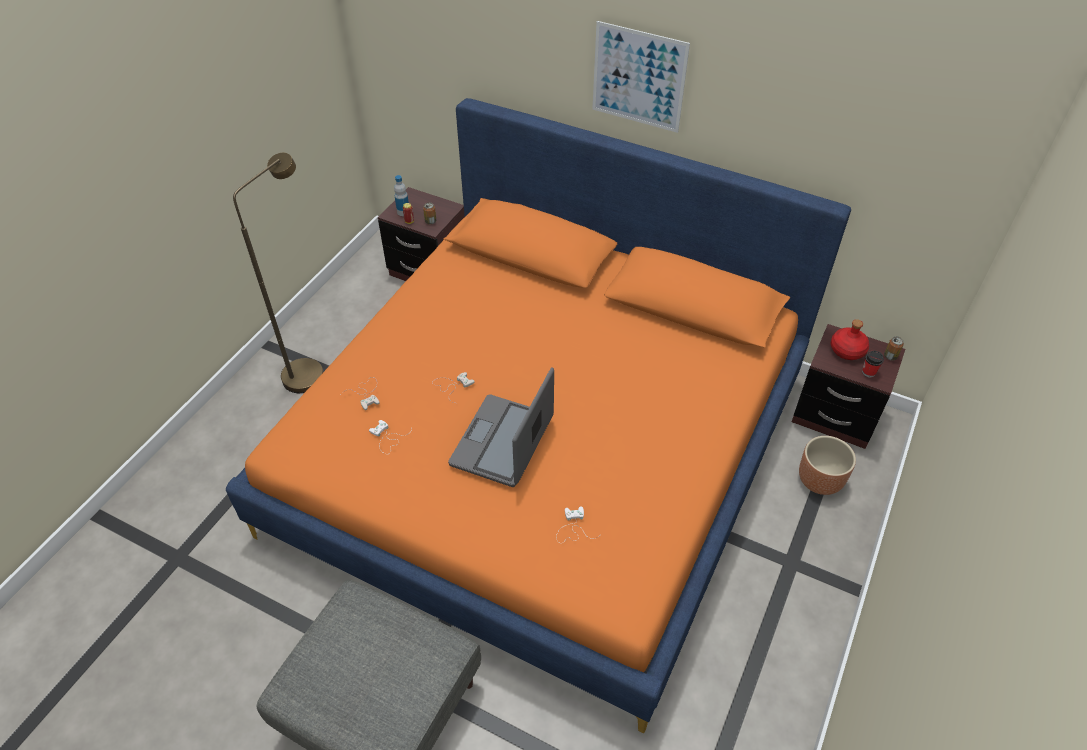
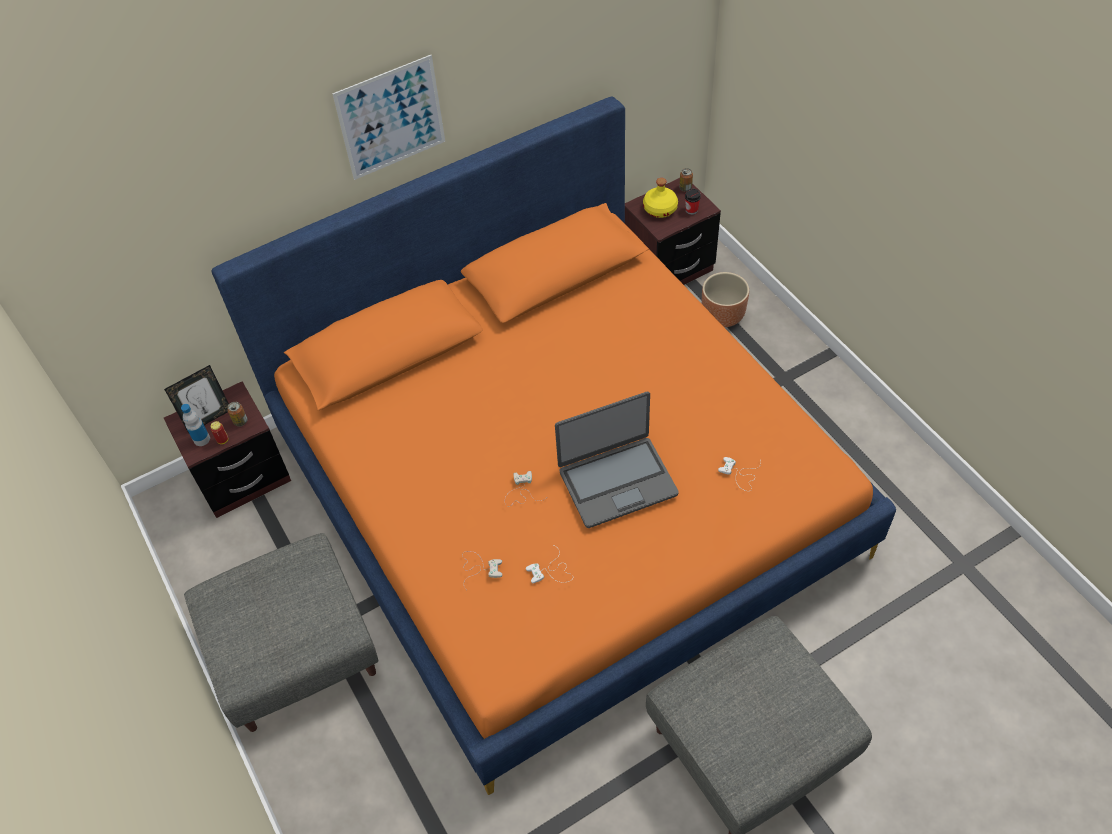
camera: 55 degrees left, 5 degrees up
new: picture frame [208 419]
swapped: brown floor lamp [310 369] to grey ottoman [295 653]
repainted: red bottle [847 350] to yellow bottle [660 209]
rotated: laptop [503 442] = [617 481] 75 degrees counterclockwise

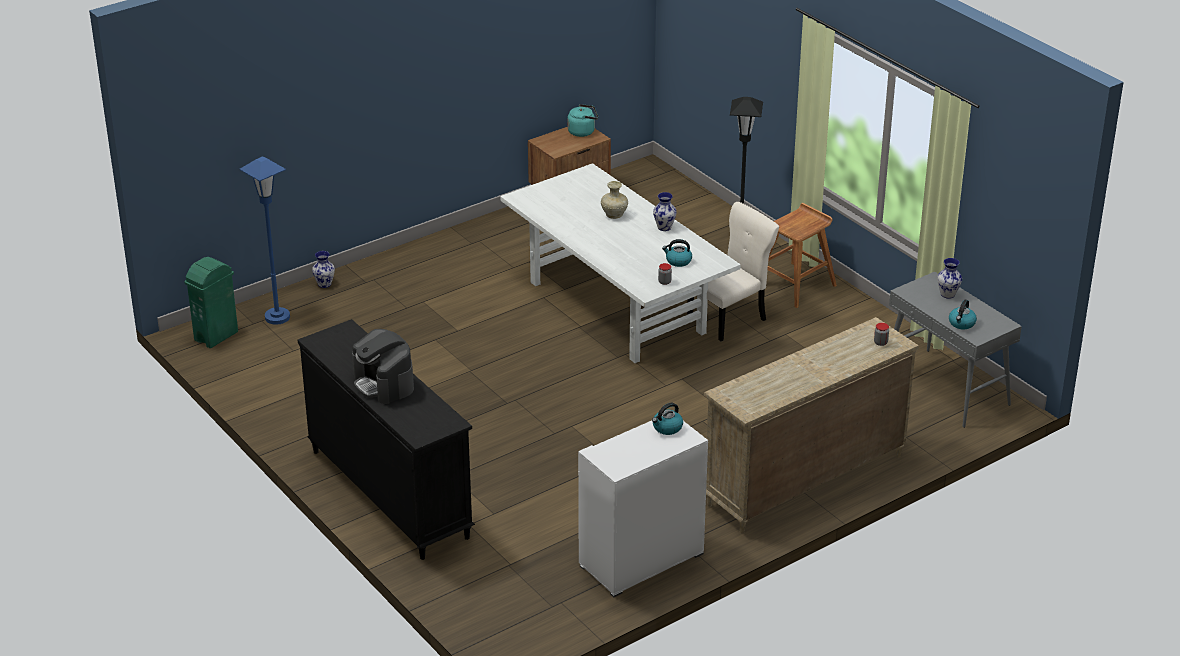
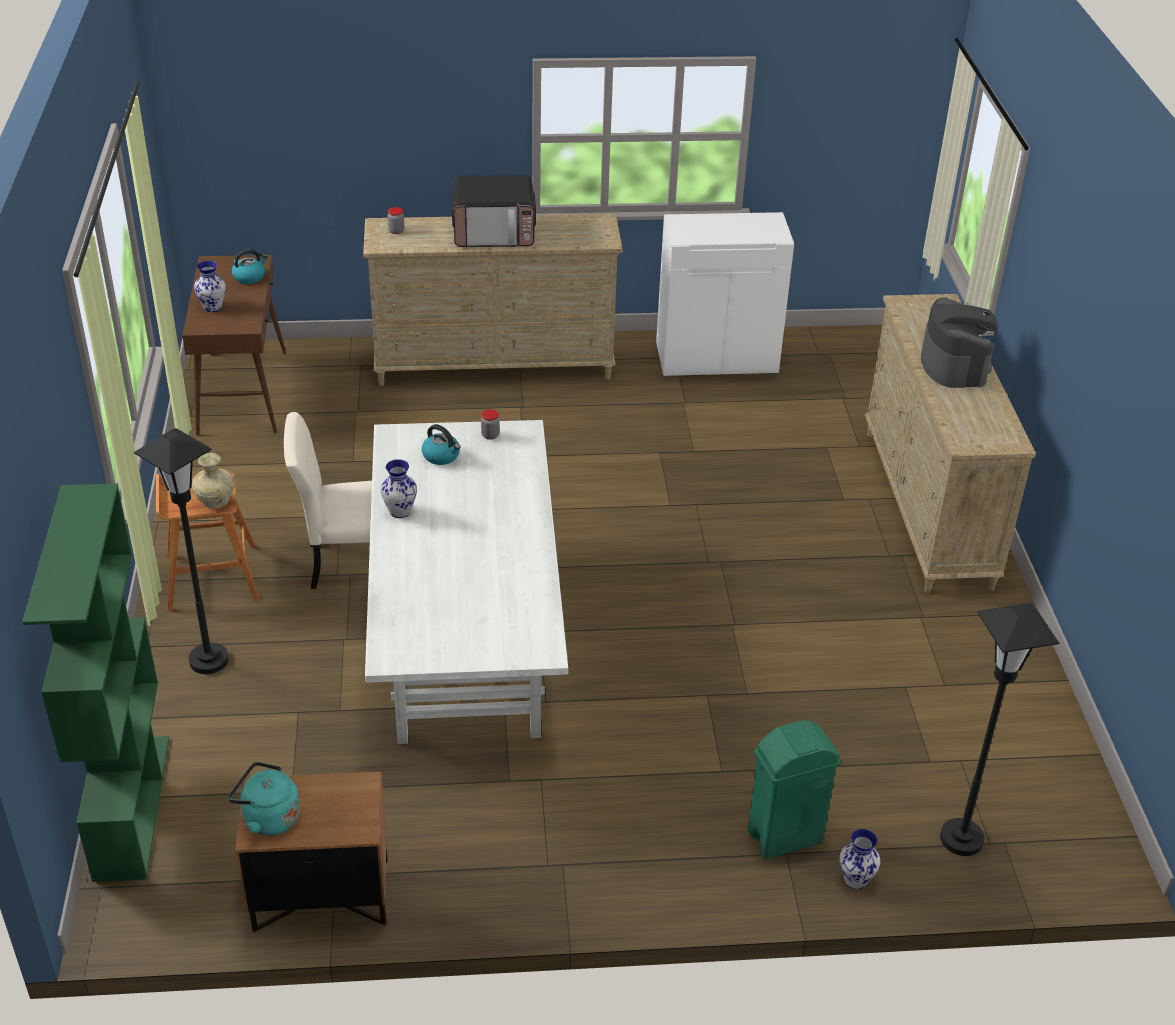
camera: 150 degrees left, 5 degrees up
gone: kettle [667 428]
new: green bookcase [131 806]; microwave [494 233]
shifted: beige vase [614 215] to [215 502]; green trash can [216 336] to [783 837]
repainted: grey console table [946 388] to brown console table [242 392]; black dresser [389 493] to beige dresser [927 508]; blue floor lamp [277 317] to black floor lamp [961 839]

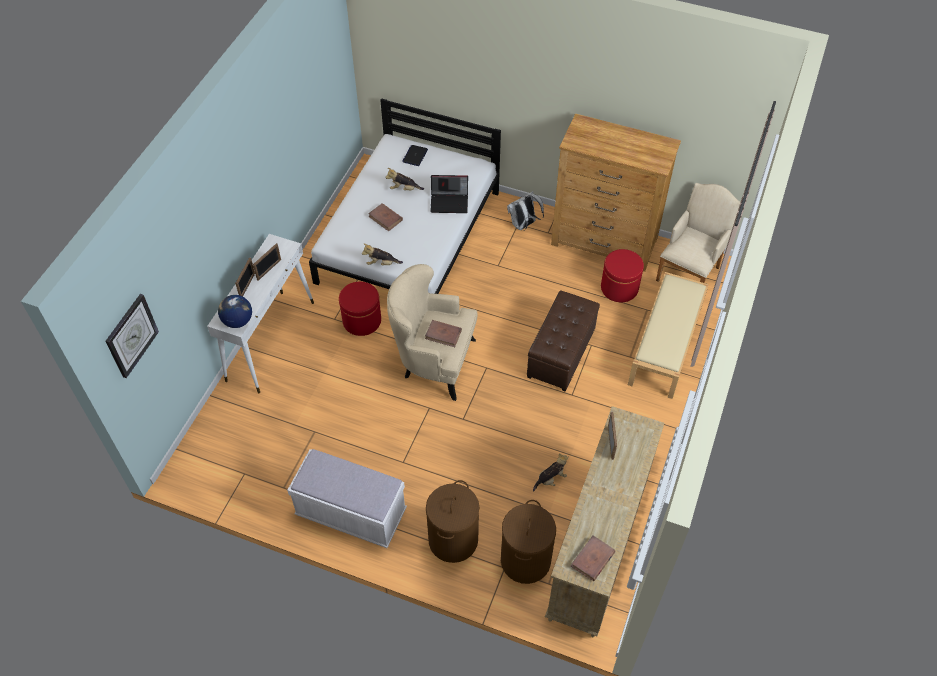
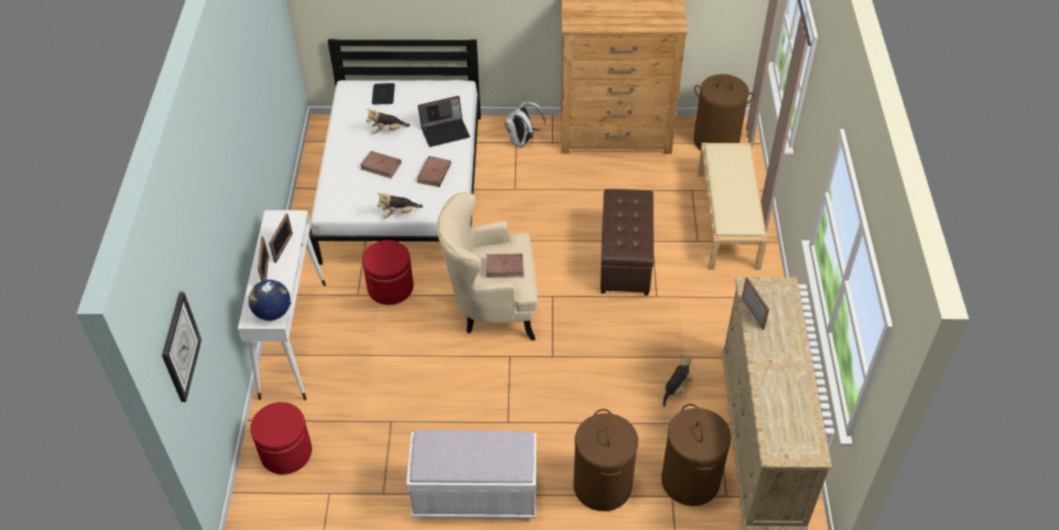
camera: 20 degrees left, 5 degrees down
shifted: red ottoman [619 288] to [286 452]; brown book [592 559] to [434 173]
swapped: beige armchair [690 271] to brown laundry basket [716 141]

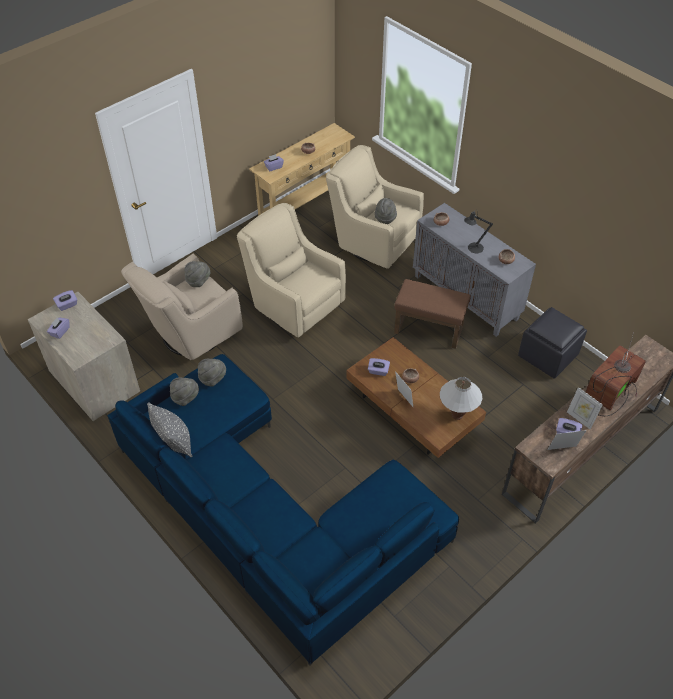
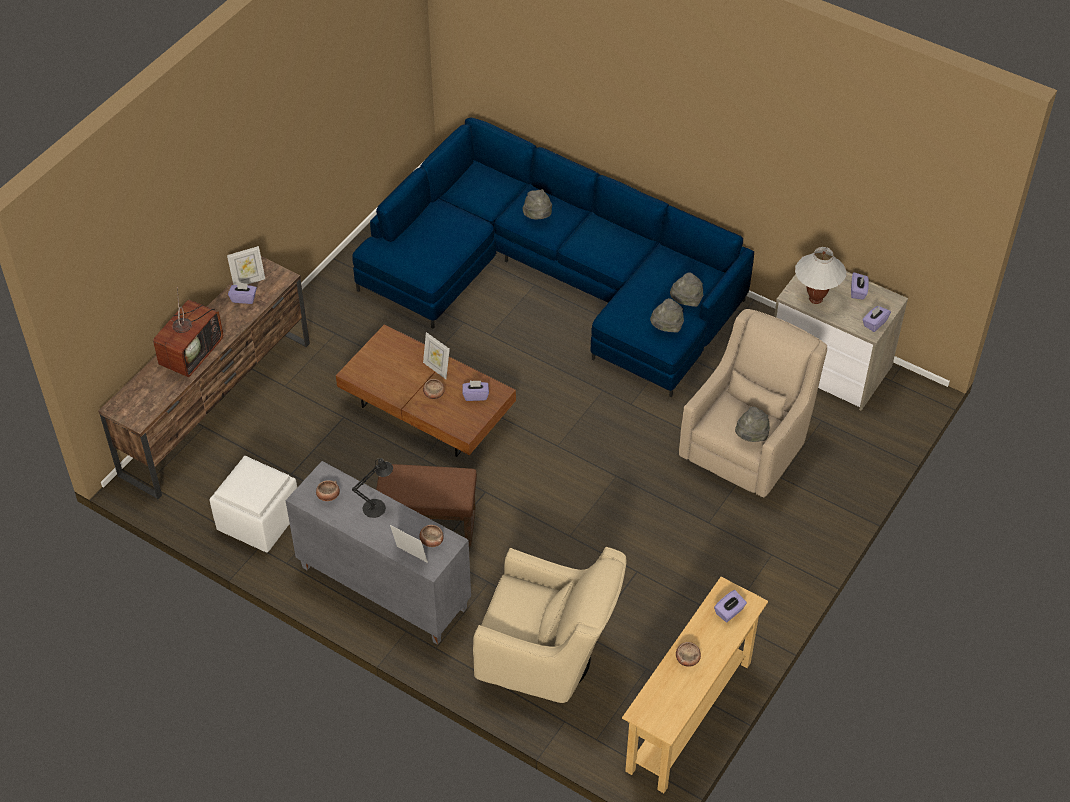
camera: 165 degrees right, 0 degrees up
gone: grey pillow [174 442]; beige armchair [293 304]
shifted: picture frame [580 419] to [410 557]; grey hat [385 218] to [538 217]; white table lamp [457 415] to [816 299]
repainted: black ottoman [547 355] to white ottoman [259 521]

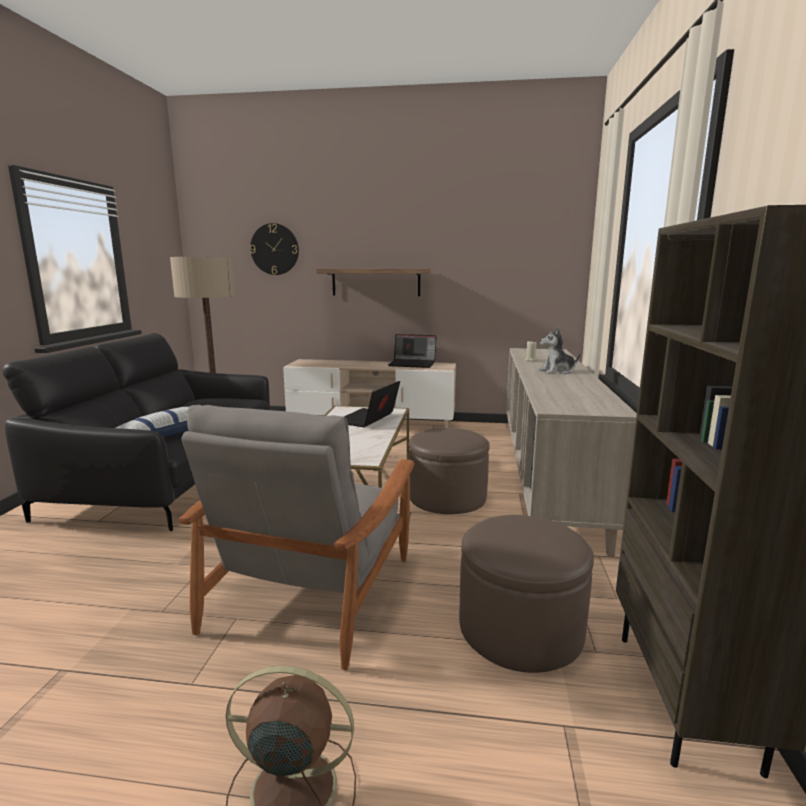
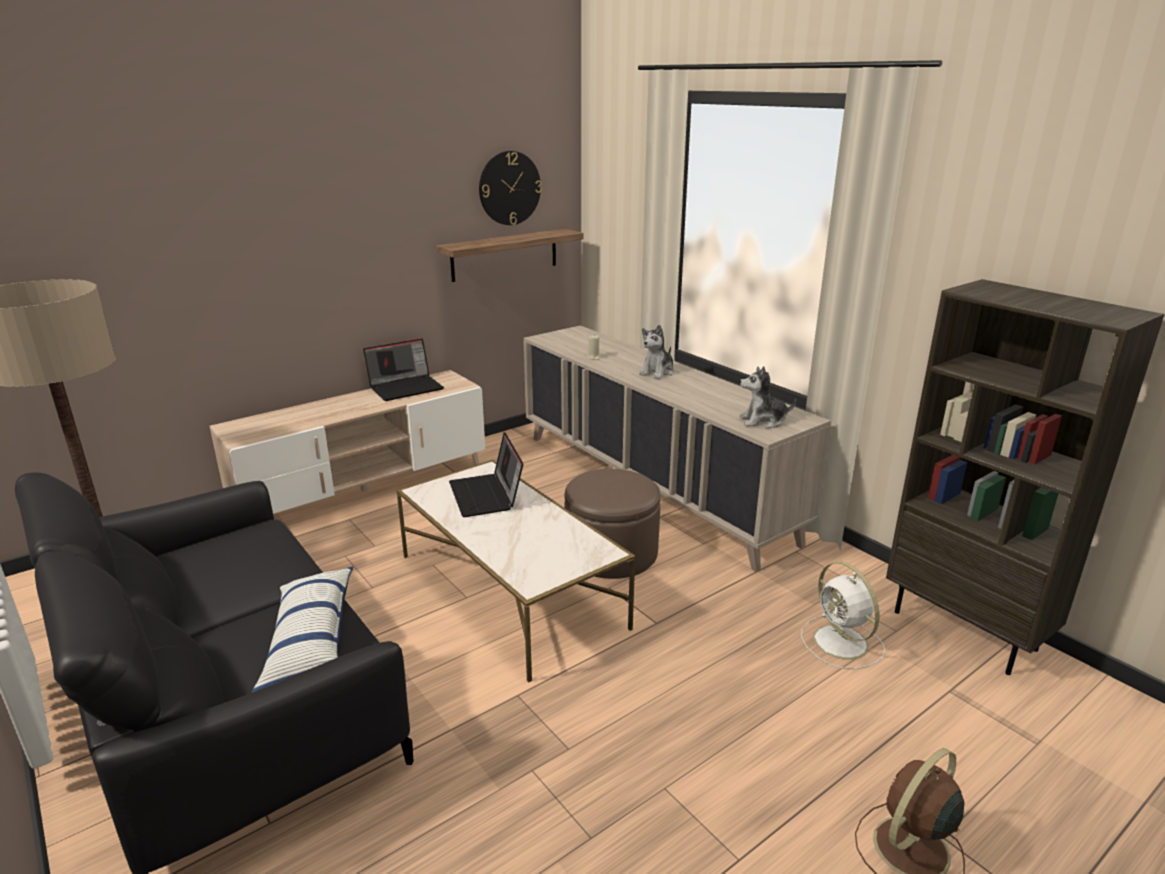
camera: 45 degrees left, 10 degrees up
gone: grey armchair [313 591]
new: plush toy [763 421]
shifted: shelf [376 282] to [504 255]; wall clock [274 249] to [509 188]
swapped: brown ottoman [520 628] to white fan [842 643]

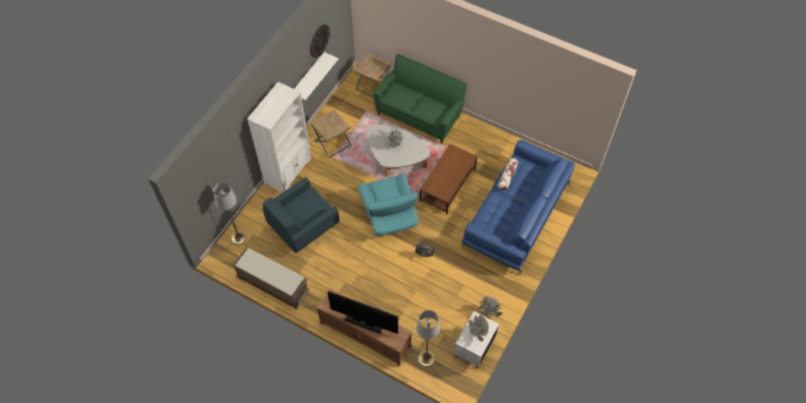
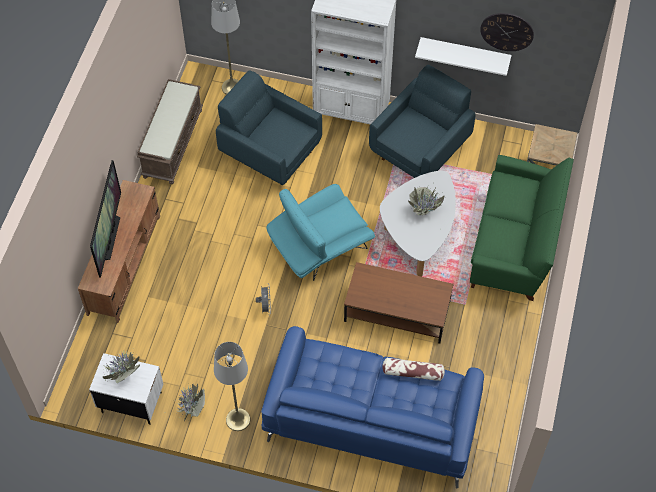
camera: 75 degrees right, 0 degrees up
shifted: grey floor lamp [426 358] to [238 419]
swapped: brown side table [332 143] to blue armchair [420 148]

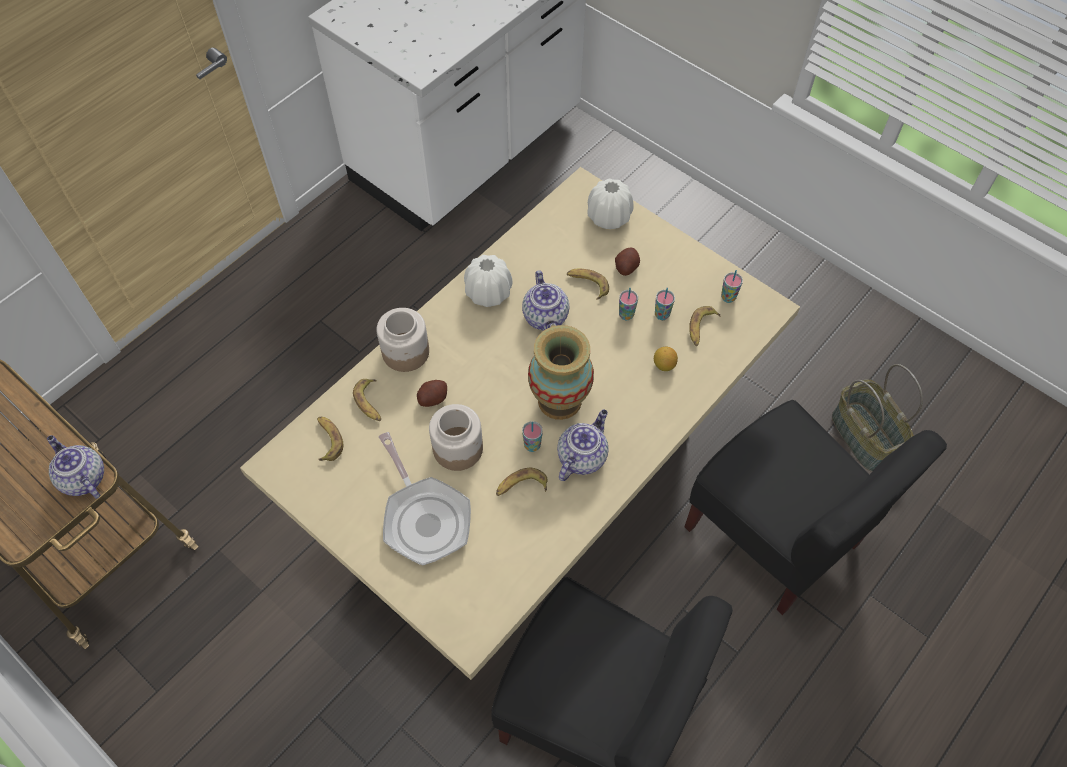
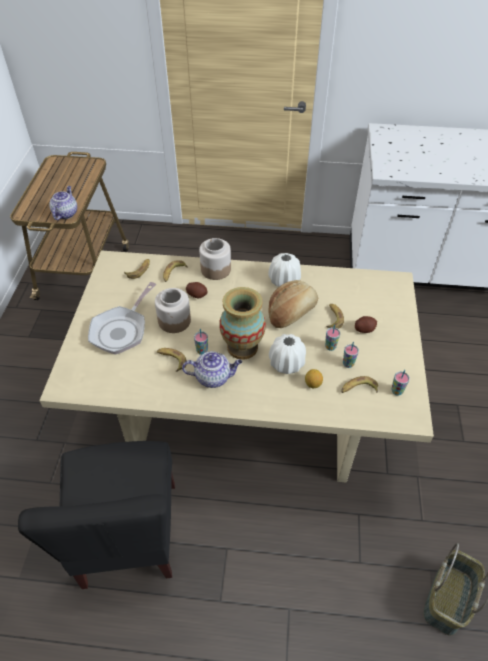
camera: 55 degrees right, 10 degrees down
gone: black chair [774 535]
shifted: white vase [608 217] to [286 363]
swapped: teapot [546 318] to bread [292 312]

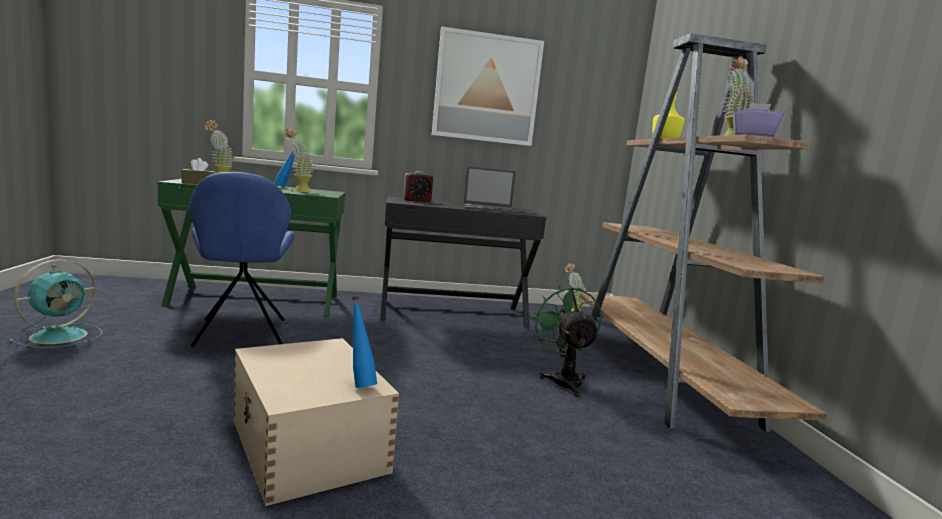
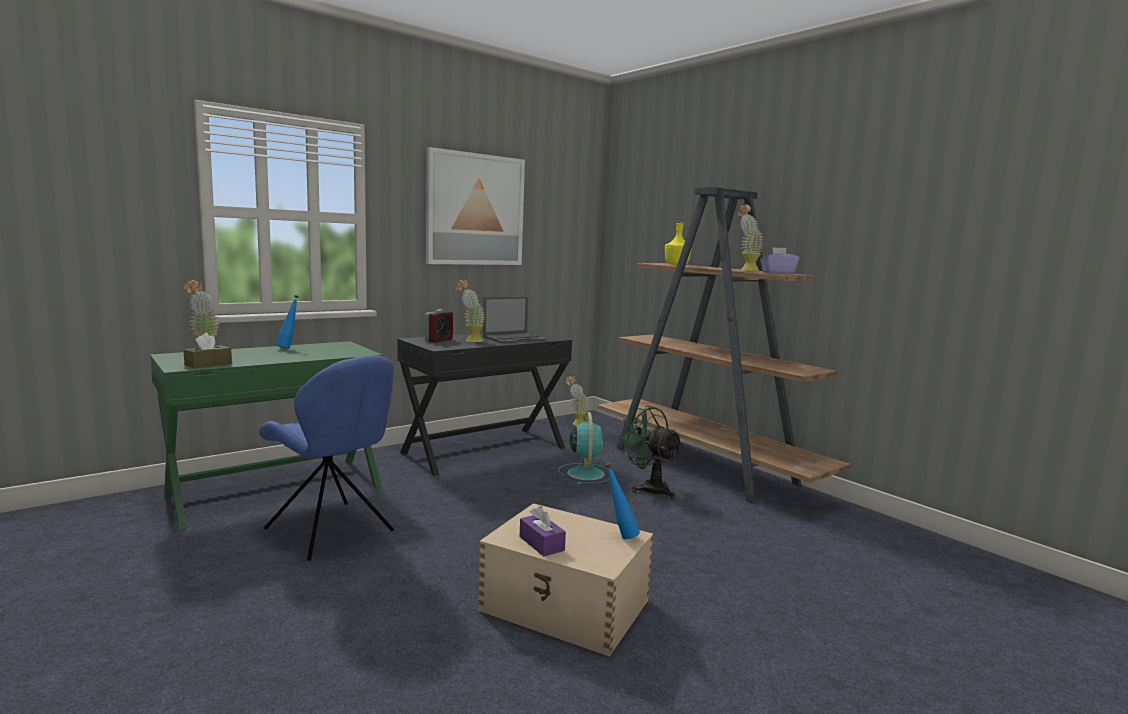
camera: 30 degrees left, 0 degrees up
new: purple tissue box [541 543]
shifted: potted plant [297 190] to [470 341]; turquoise fan [61 335] to [585 473]

